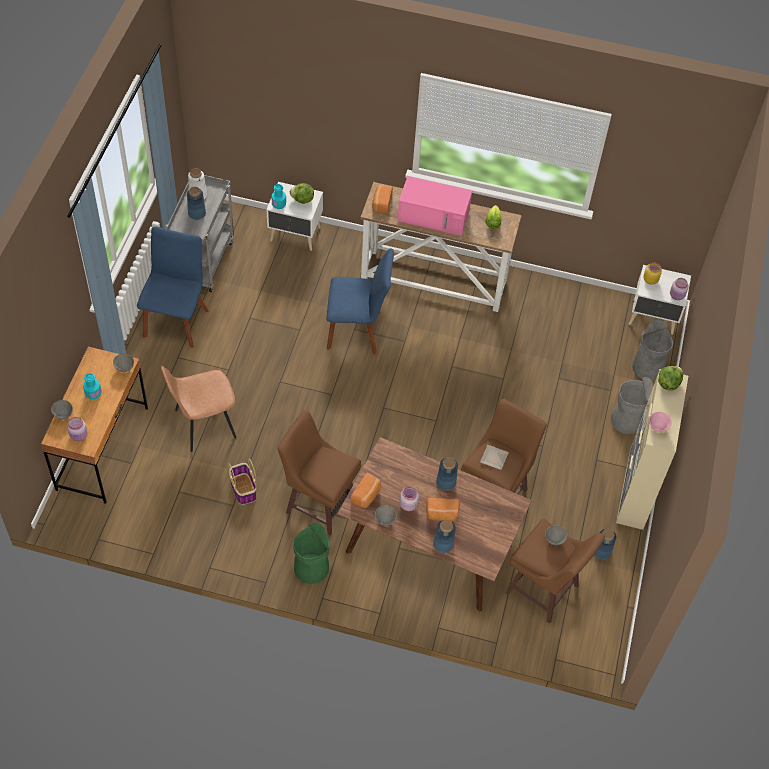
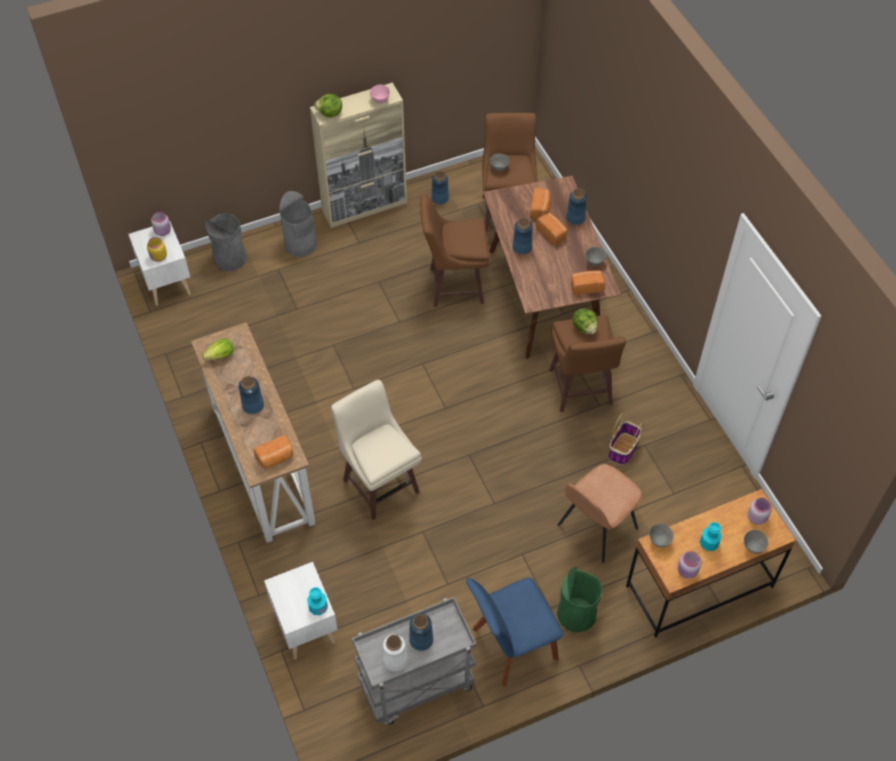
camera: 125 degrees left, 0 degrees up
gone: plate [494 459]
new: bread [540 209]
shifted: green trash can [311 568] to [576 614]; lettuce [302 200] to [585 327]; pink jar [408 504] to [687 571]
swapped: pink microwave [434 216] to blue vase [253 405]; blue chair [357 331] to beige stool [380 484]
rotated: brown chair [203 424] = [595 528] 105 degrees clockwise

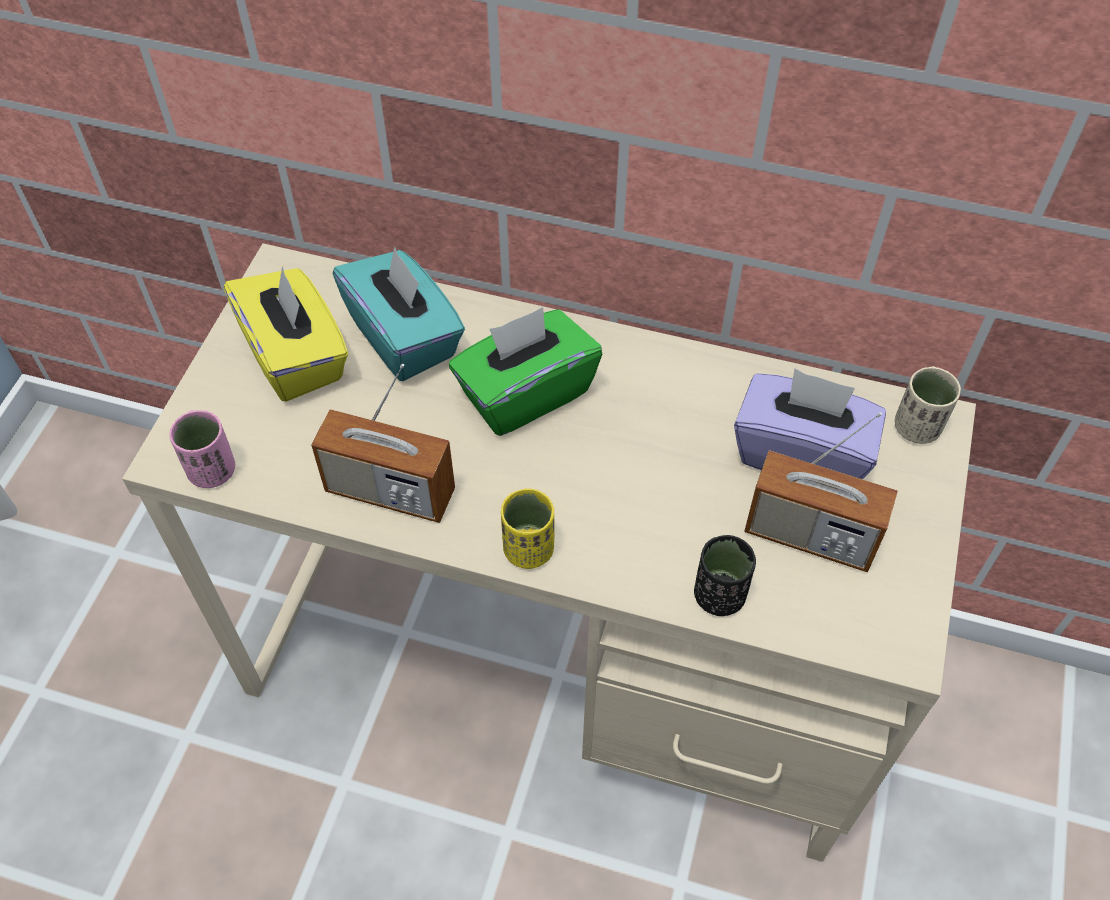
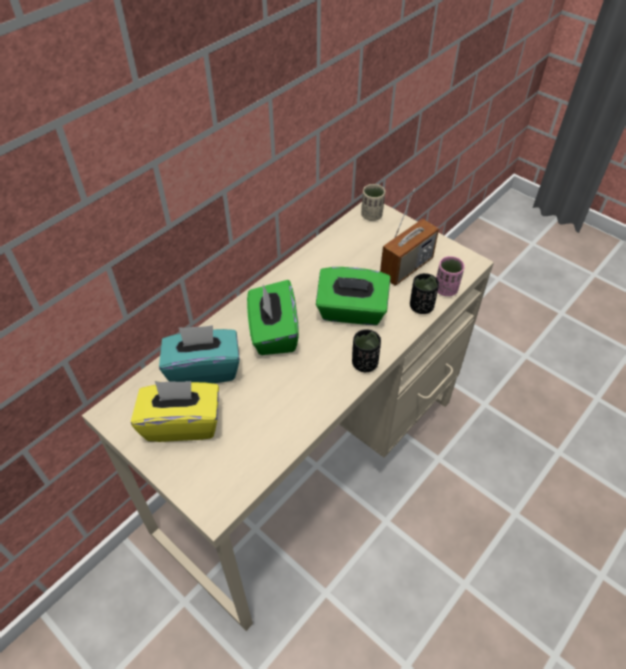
camera: 65 degrees left, 5 degrees down
gone: radio [390 491]; purple tissue box [801 453]
new: green tissue box [351 312]
shifted: pink cup [212 471] to [446 289]
repainted: yellow cup [528 549] to black cup [364 363]

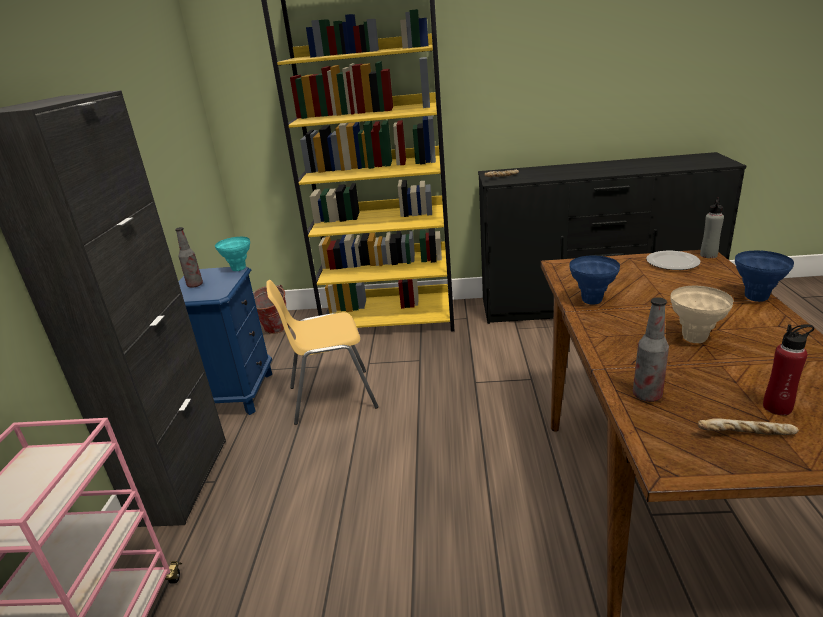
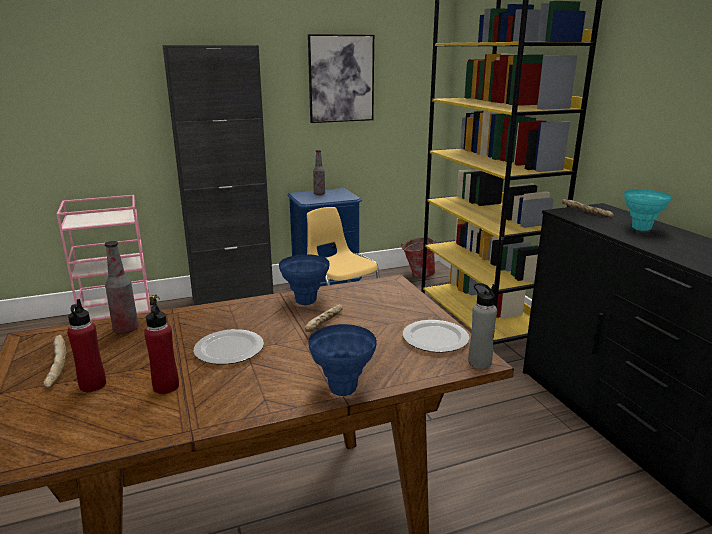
camera: 65 degrees right, 5 degrees down
new: red bottle [166 387]; bread [325 325]; picture [341 79]
shifted: turquoise vase [238 269] to [641 229]
swapped: beige vase [694 338] to plate [228 350]

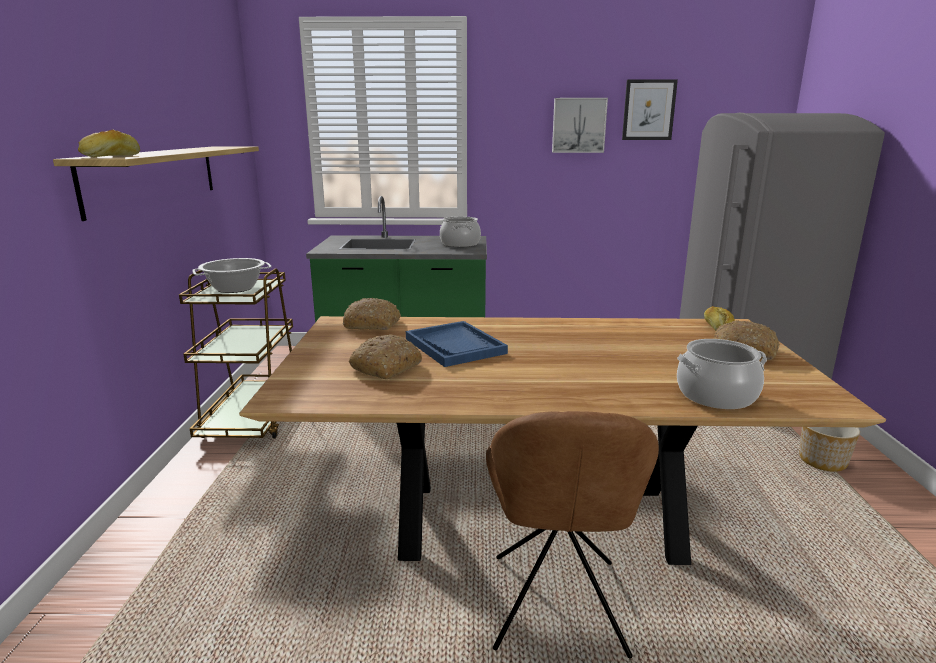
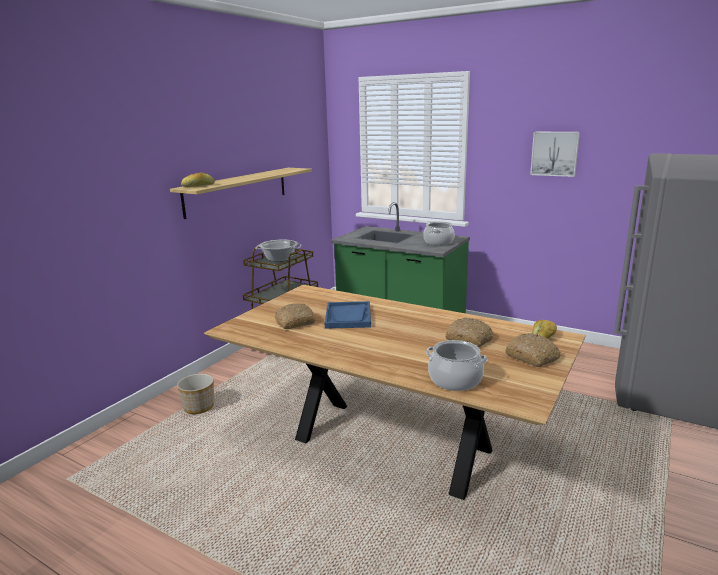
camera: 30 degrees right, 0 degrees up
gone: brown chair [557 608]; picture [648 110]
shifted: planter [823 461] to [199 407]; bread [372 324] to [469 339]

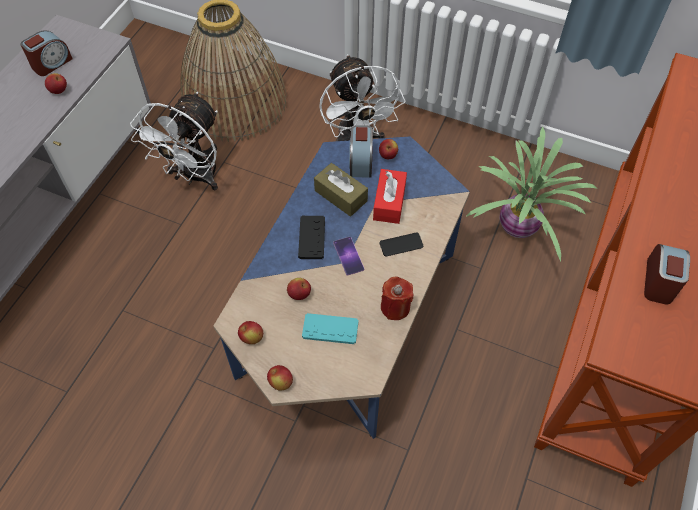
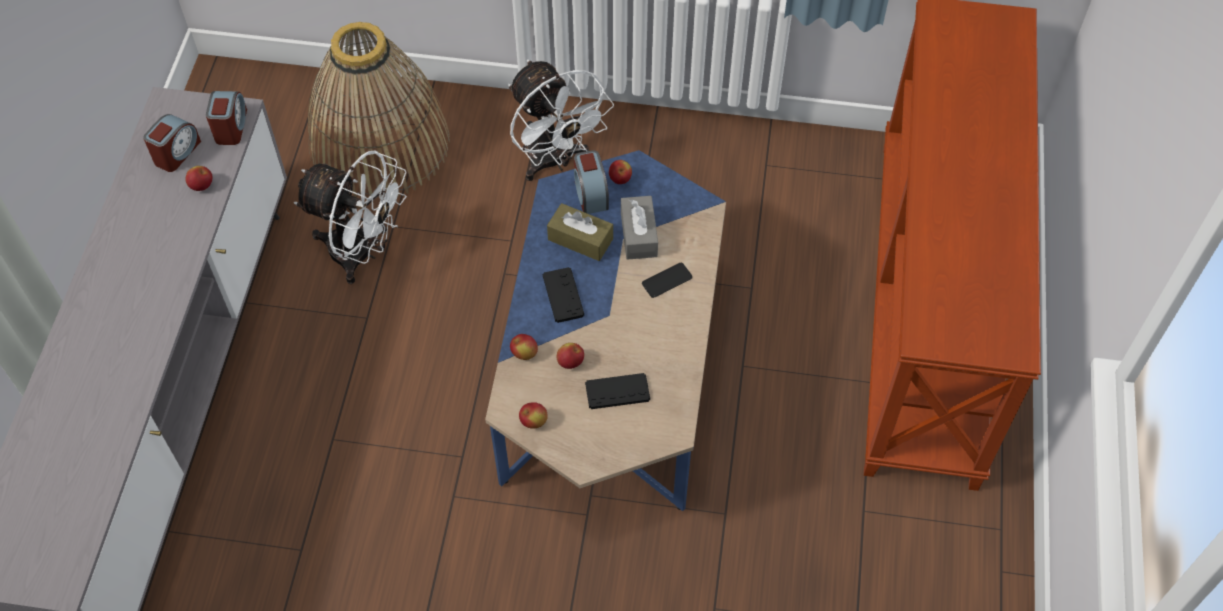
camera: 15 degrees left, 0 degrees up
gone: phone [348 256]; red candle [395 307]; potted plant [517 228]
shifted: alarm clock [659 282] to [231 127]; apple [280 382] to [524 353]
repainted: turquoise game controller [330 329] to black game controller [617 392]; red tissue box [389 202] to grey tissue box [638 234]
rotated: white fan [194 177] = [362 254] 75 degrees counterclockwise

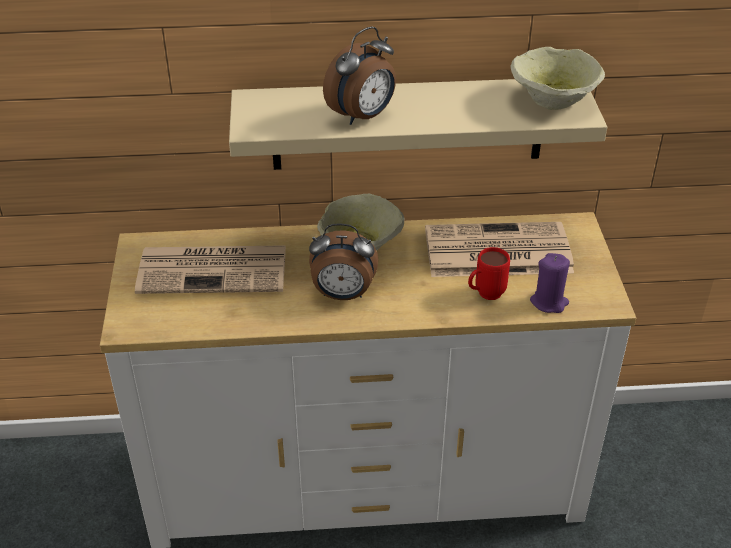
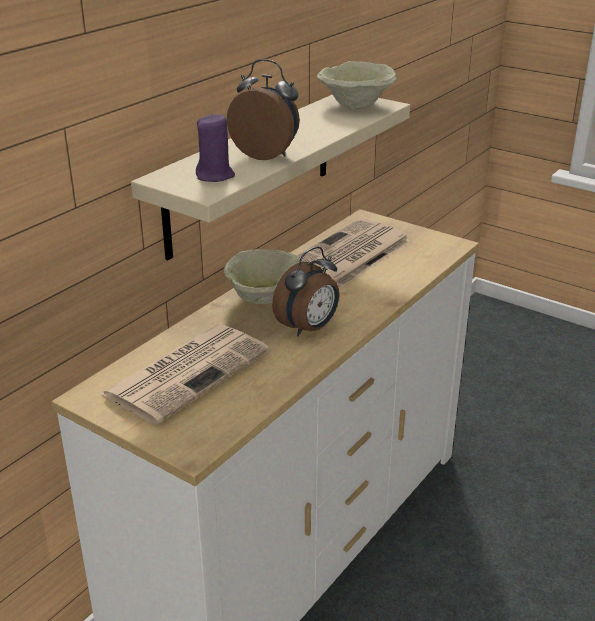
camera: 50 degrees left, 10 degrees down
gone: red mug [484 295]
shifted: purple candle [549 302] to [215 176]
rotated: alarm clock [363 116] = [267 154] 60 degrees counterclockwise

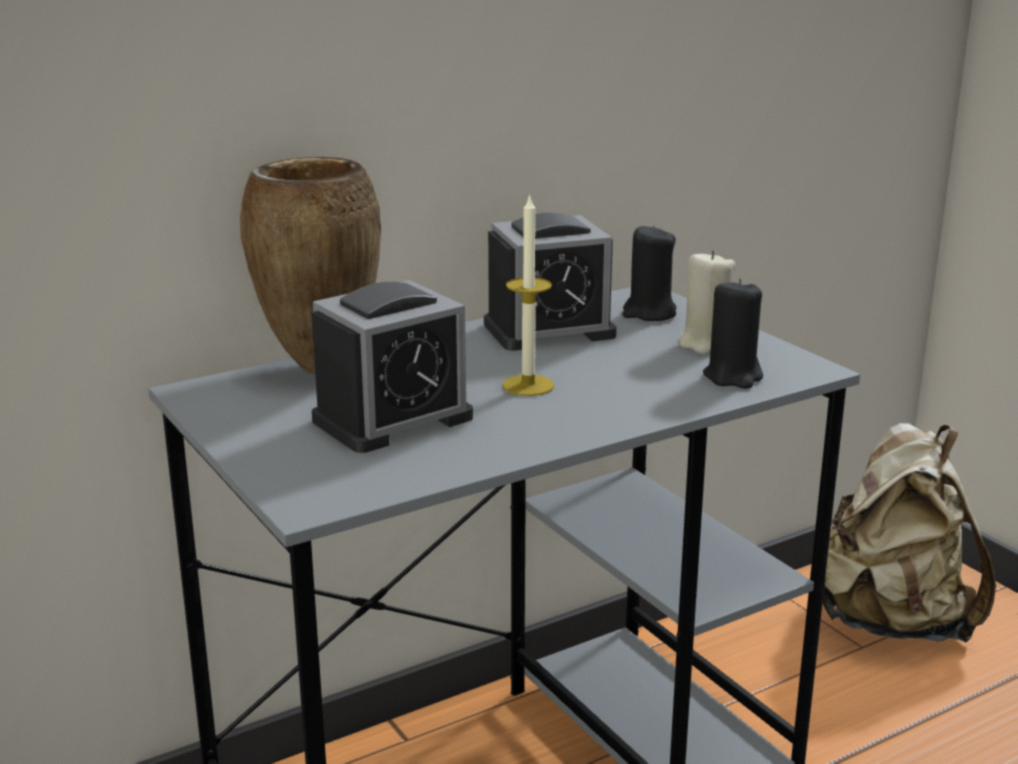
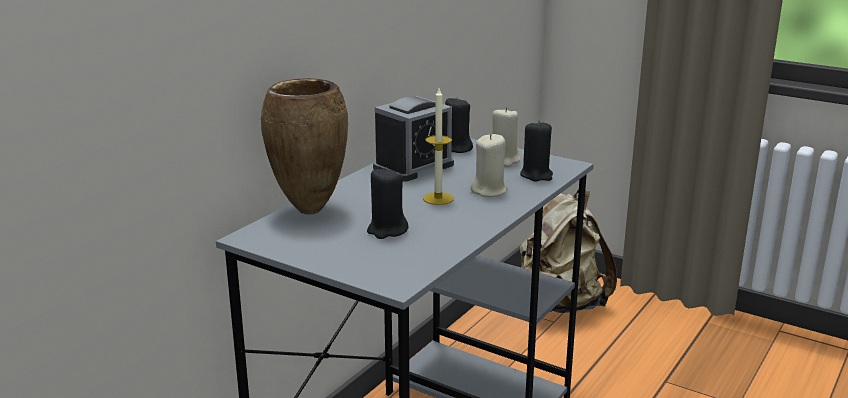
camera: 25 degrees left, 0 degrees up
new: beige candle [489 191]
swapped: alarm clock [392 419] to black candle [387 230]

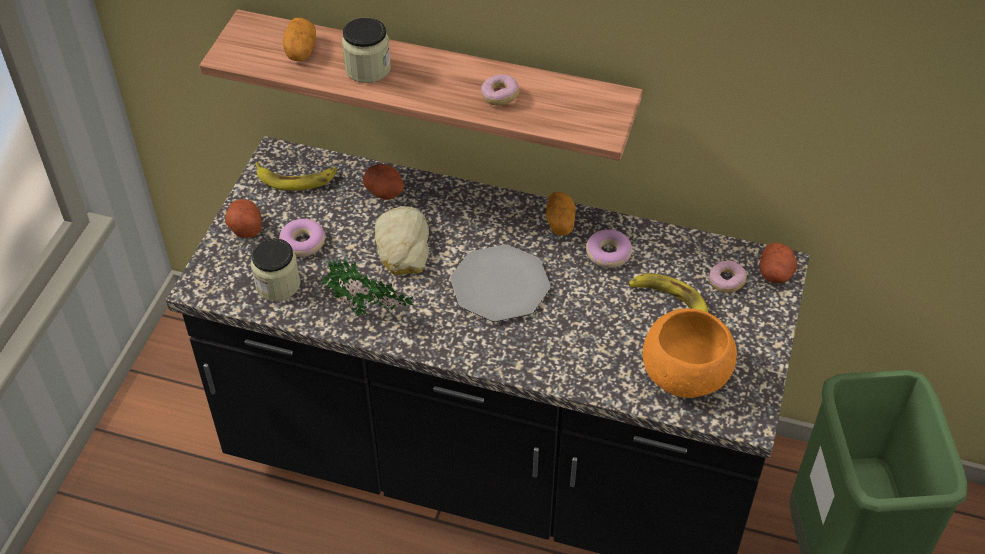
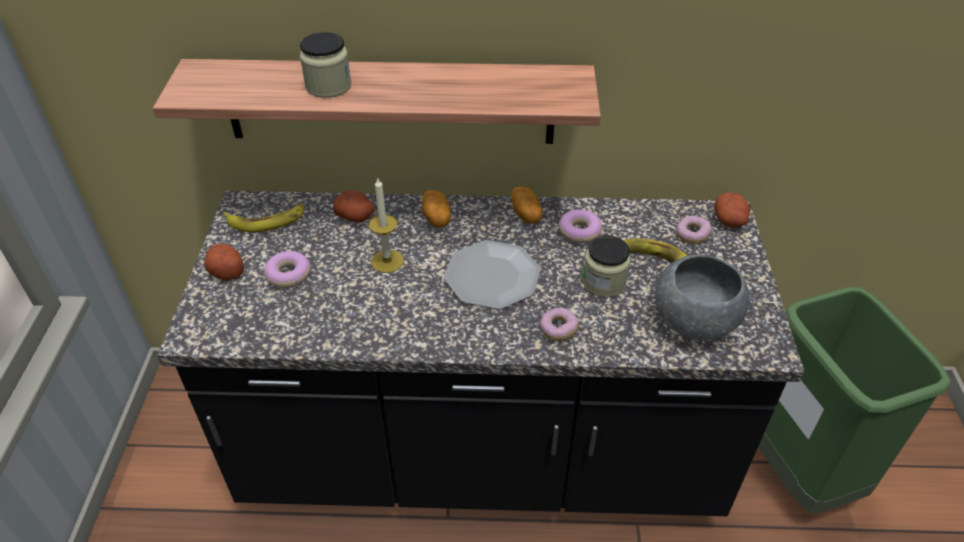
camera: 15 degrees left, 5 degrees down
gone: potted plant [369 314]
shifted: potato [300 50] to [436 218]; donut [500 96] to [558 330]; jar [278 284] to [604 282]
swapped: bread [402 247] to candle [387 261]
repainted: orange bowl [685 375] to grey bowl [695 321]

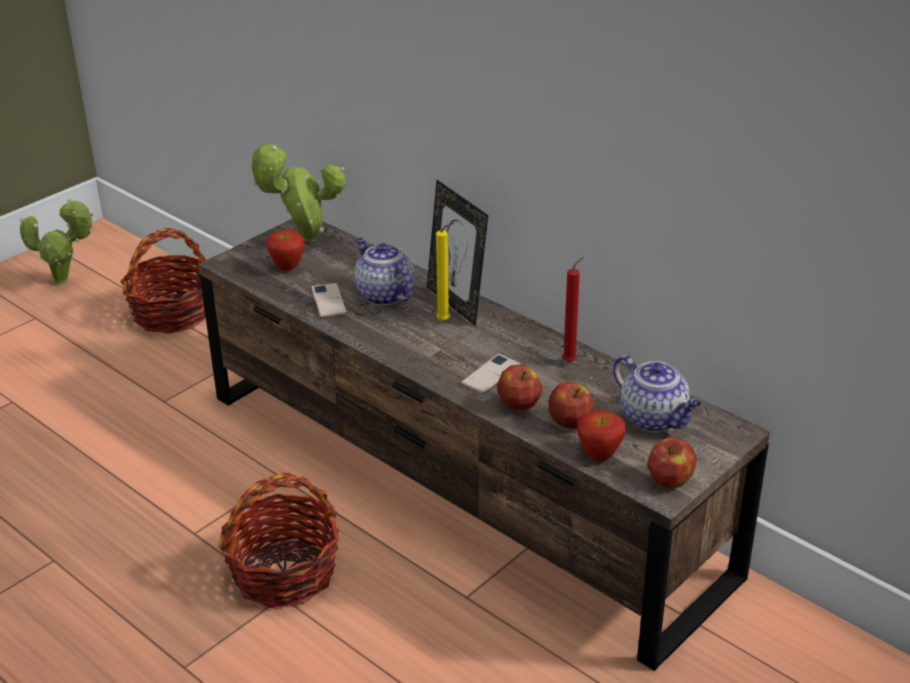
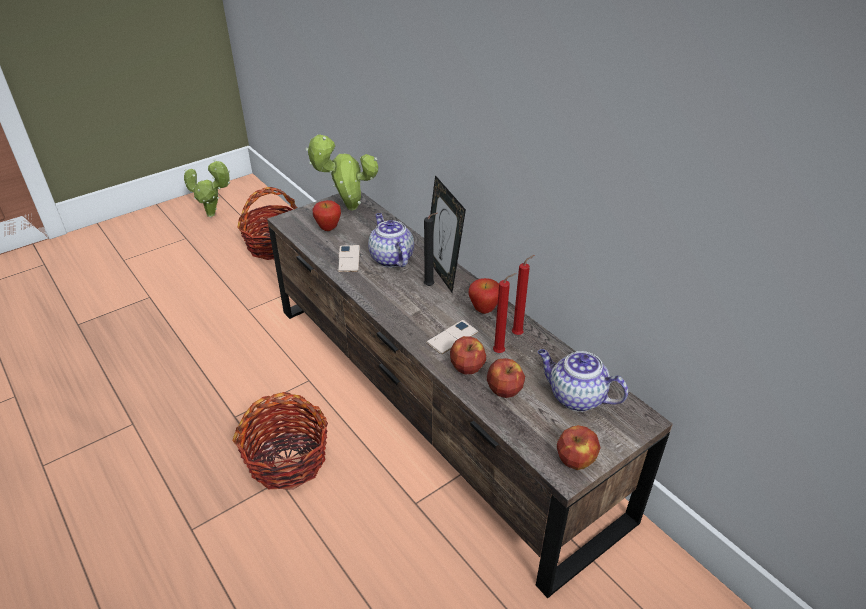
camera: 10 degrees right, 5 degrees up
new: red candle [500 352]
shifted: apple [599 456] to [484 310]
repainted: yellow candle [445 321] to black candle [430 286]
rotated: teapot [655 419] = [575 397] 150 degrees clockwise

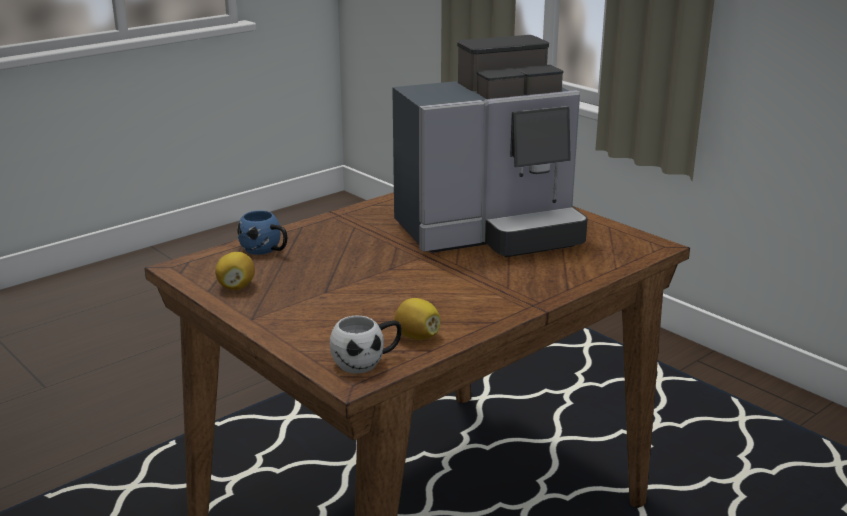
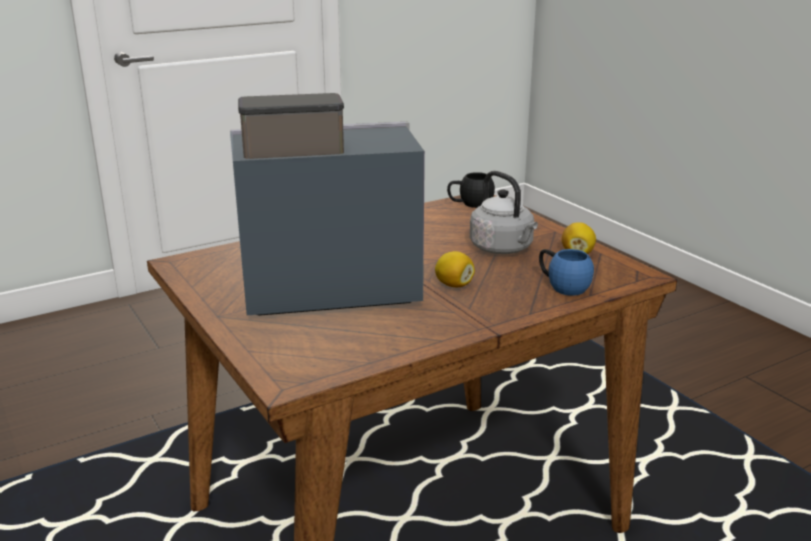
camera: 170 degrees left, 0 degrees up
new: grey kettle [503 249]
shifted: lemon [417 336] to [454 285]
repainted: white mug [367 361] to black mug [470 204]

